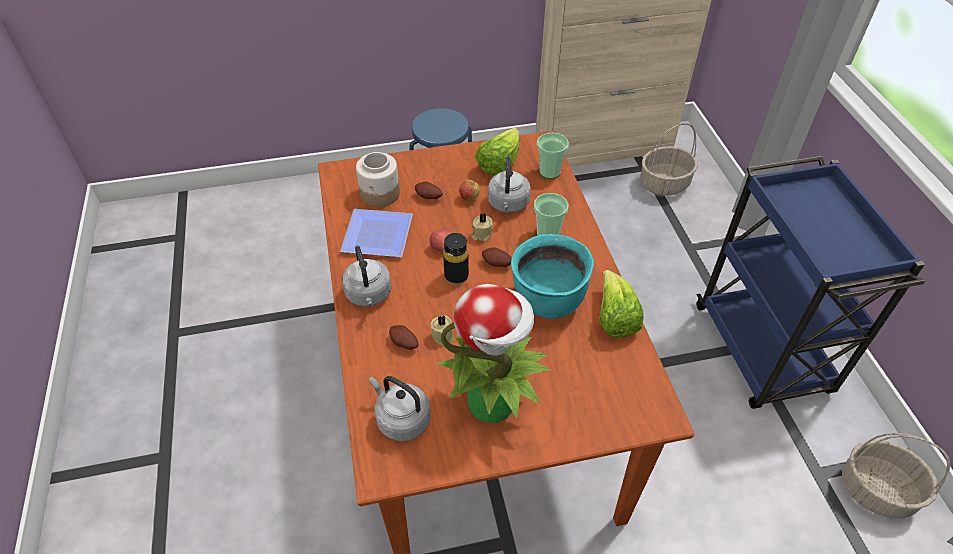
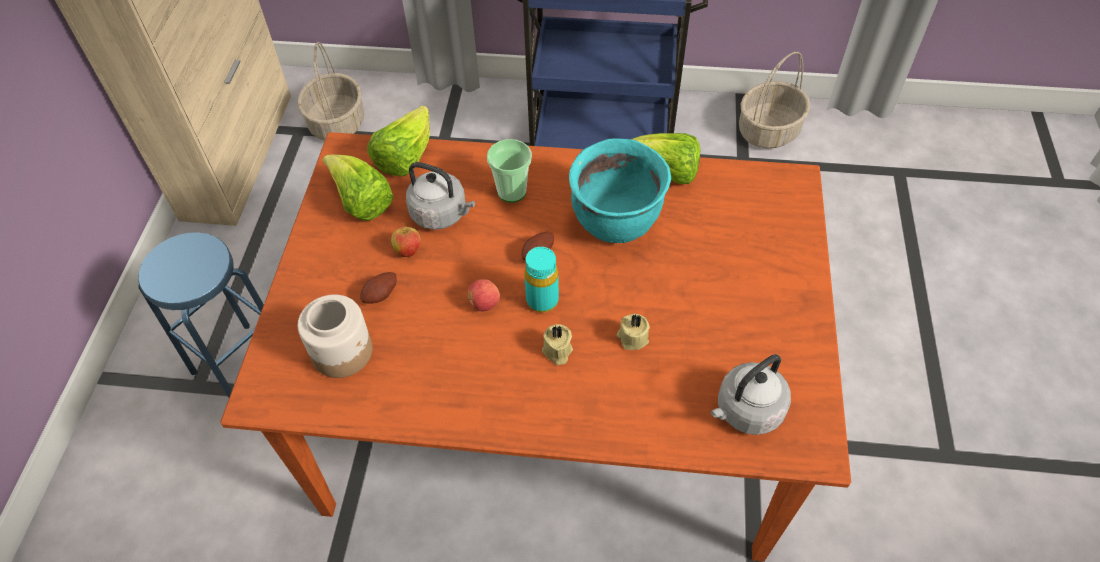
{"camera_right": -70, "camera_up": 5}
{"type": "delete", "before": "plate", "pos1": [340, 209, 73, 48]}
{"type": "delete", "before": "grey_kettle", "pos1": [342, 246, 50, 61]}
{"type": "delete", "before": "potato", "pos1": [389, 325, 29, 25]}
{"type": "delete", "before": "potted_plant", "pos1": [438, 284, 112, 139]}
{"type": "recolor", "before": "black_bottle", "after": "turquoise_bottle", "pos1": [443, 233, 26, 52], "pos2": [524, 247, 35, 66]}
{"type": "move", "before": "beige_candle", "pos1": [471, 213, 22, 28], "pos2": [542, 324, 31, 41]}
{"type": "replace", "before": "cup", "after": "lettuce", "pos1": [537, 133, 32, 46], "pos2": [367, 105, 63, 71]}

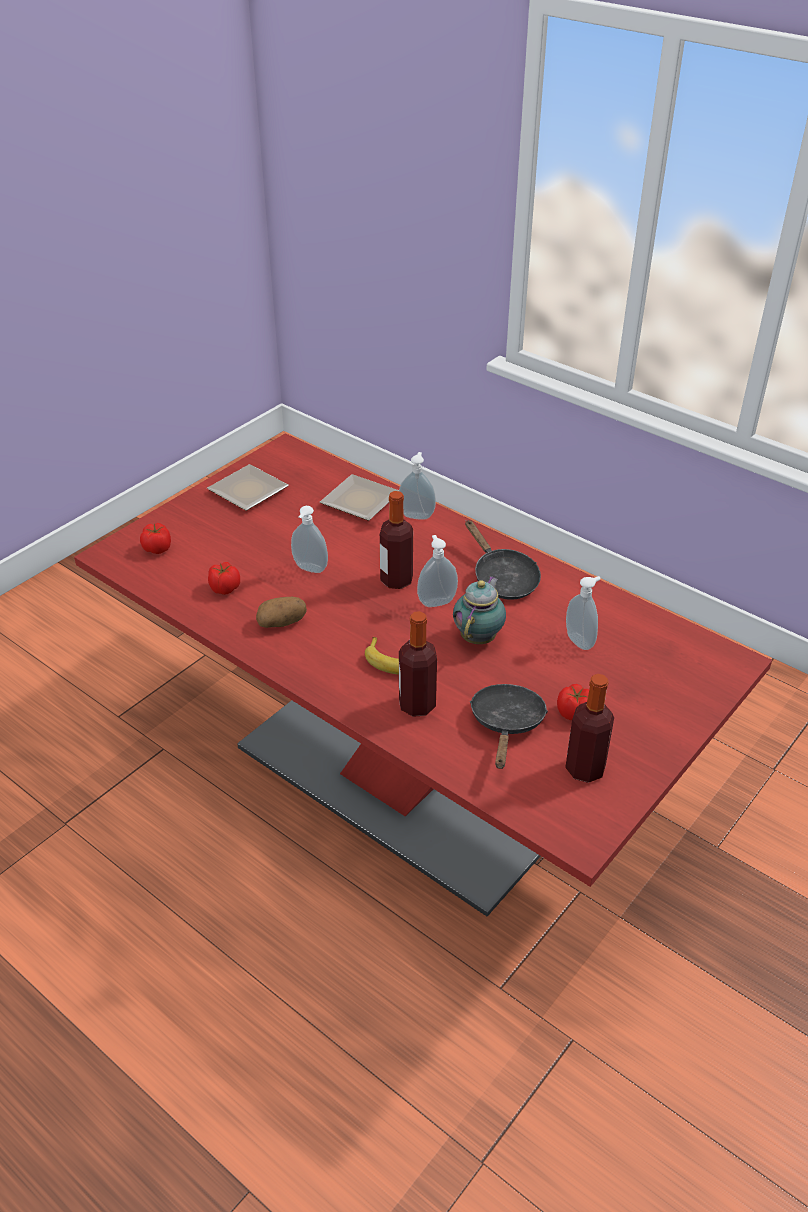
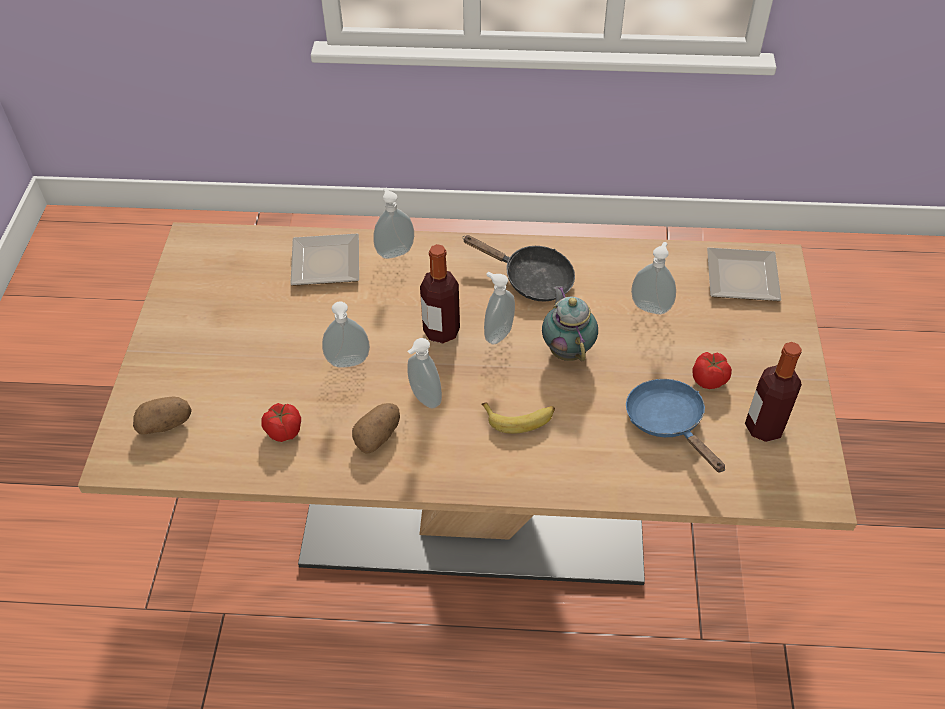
{"camera_right": -35, "camera_up": 10}
{"type": "recolor", "before": "red_dining_table", "after": "beige_dining_table", "pos1": [74, 433, 698, 483], "pos2": [78, 222, 779, 363]}
{"type": "replace", "before": "tomato", "after": "potato", "pos1": [140, 523, 31, 31], "pos2": [133, 397, 59, 37]}
{"type": "move", "before": "plate", "pos1": [207, 464, 82, 47], "pos2": [707, 248, 74, 53]}
{"type": "delete", "before": "bottle", "pos1": [399, 611, 38, 106]}
{"type": "recolor", "before": "black_frying_pan", "after": "blue_frying_pan", "pos1": [470, 684, 78, 85], "pos2": [626, 379, 99, 94]}
{"type": "insert", "after": "soap_dispenser", "pos2": [407, 338, 35, 70]}

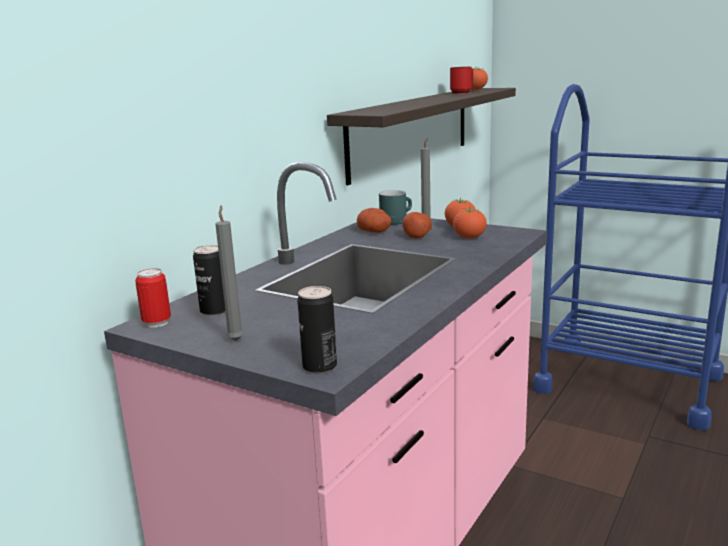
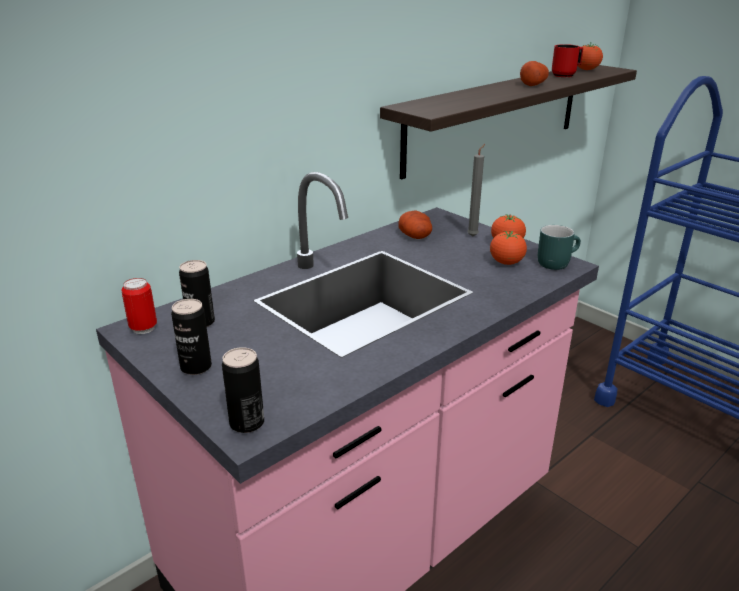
{"camera_right": 15, "camera_up": 10}
{"type": "replace", "before": "grey_candle", "after": "can", "pos1": [215, 205, 29, 136], "pos2": [171, 299, 41, 76]}
{"type": "move", "before": "turquoise_mug", "pos1": [379, 190, 33, 35], "pos2": [538, 225, 43, 45]}
{"type": "move", "before": "potato", "pos1": [402, 212, 30, 27], "pos2": [520, 61, 29, 25]}

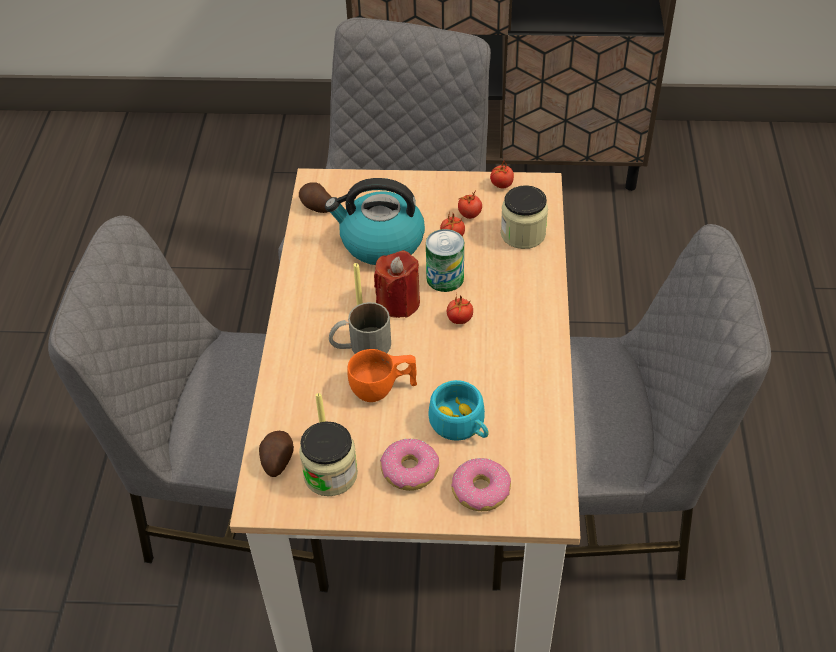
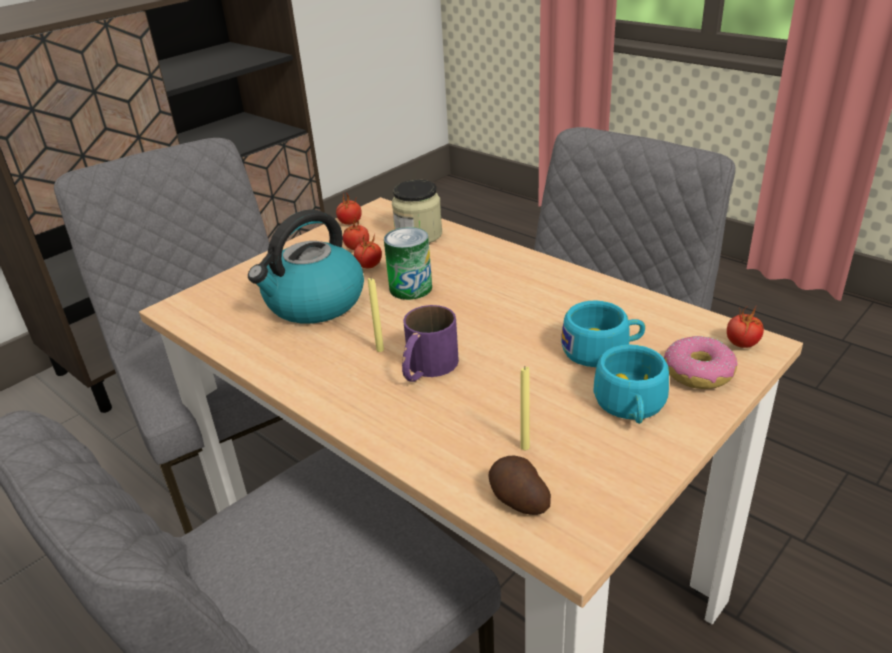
{"camera_right": -50, "camera_up": -15}
{"type": "delete", "before": "potato", "pos1": [299, 182, 33, 31]}
{"type": "delete", "before": "jar", "pos1": [299, 422, 59, 74]}
{"type": "recolor", "before": "grey_mug", "after": "purple_mug", "pos1": [329, 302, 62, 52], "pos2": [402, 305, 57, 77]}
{"type": "delete", "before": "orange_cup", "pos1": [347, 349, 70, 53]}
{"type": "delete", "before": "red_candle", "pos1": [374, 250, 46, 68]}
{"type": "replace", "before": "donut", "after": "turquoise_cup", "pos1": [380, 439, 59, 52], "pos2": [594, 344, 75, 80]}
{"type": "move", "before": "tomato", "pos1": [447, 295, 26, 29], "pos2": [727, 307, 37, 41]}

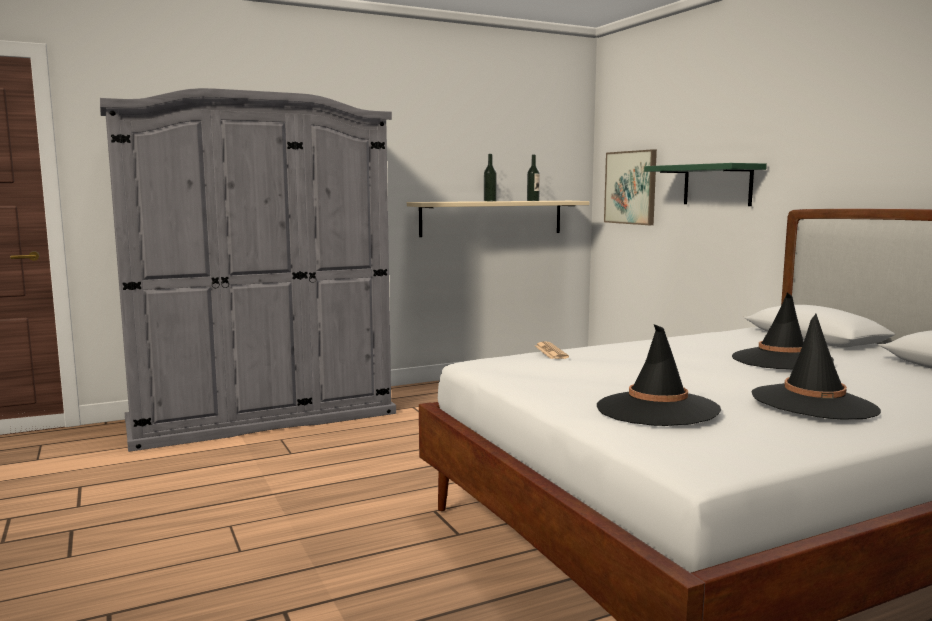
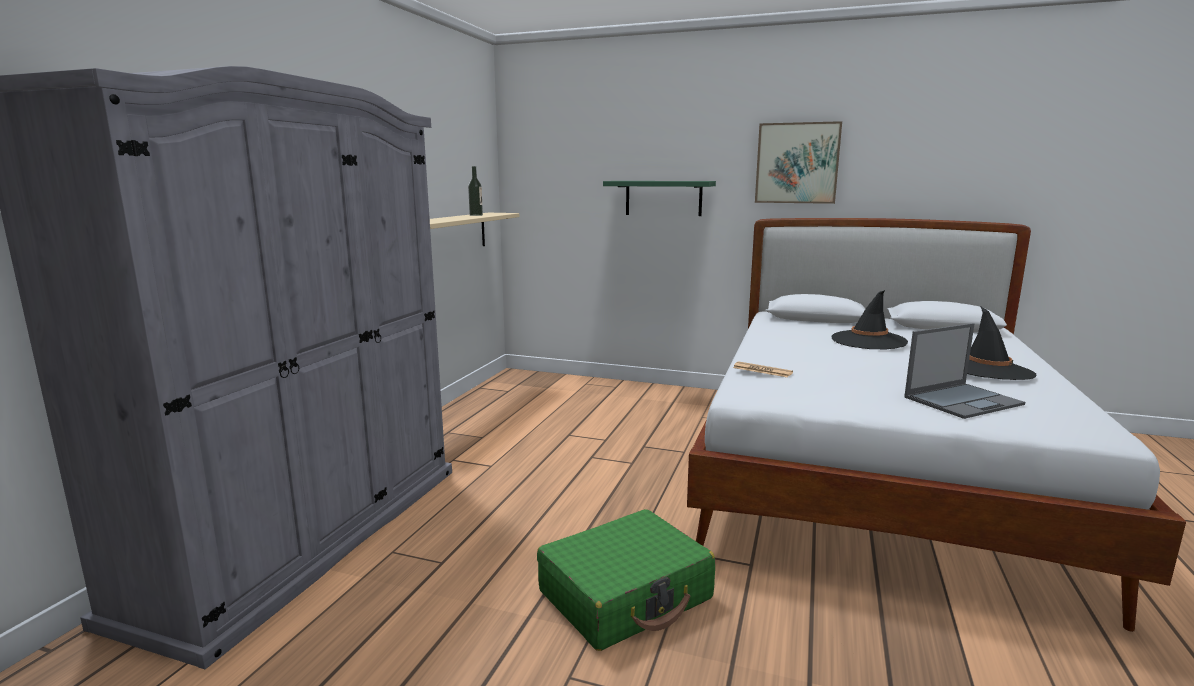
{"camera_right": -45, "camera_up": 5}
{"type": "delete", "before": "bottle", "pos1": [484, 154, 13, 47]}
{"type": "replace", "before": "black_hat", "after": "laptop", "pos1": [597, 324, 124, 102], "pos2": [904, 323, 121, 96]}
{"type": "move", "before": "picture", "pos1": [604, 149, 53, 76], "pos2": [755, 121, 87, 83]}
{"type": "insert", "after": "green_suitcase", "pos2": [537, 509, 178, 142]}

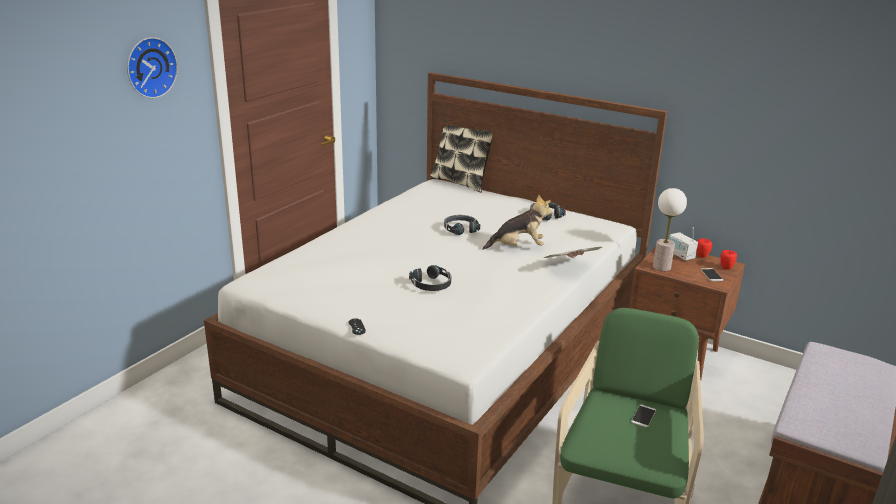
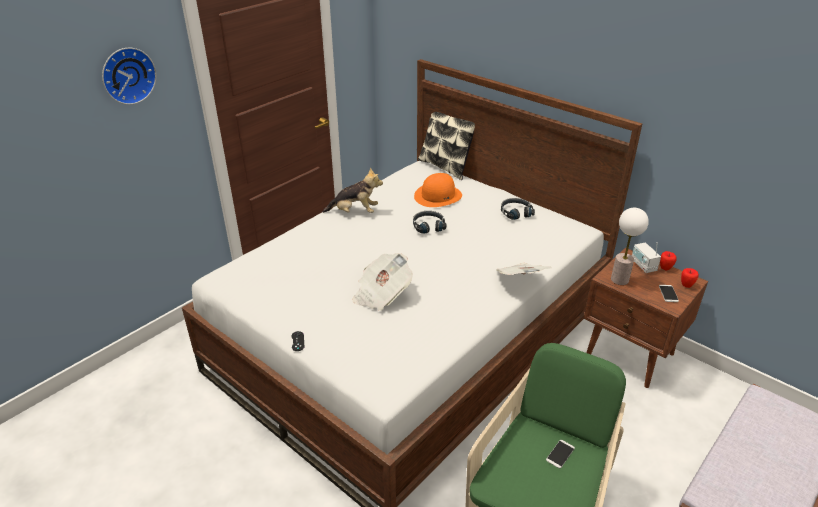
{"camera_right": 10, "camera_up": 10}
{"type": "replace", "before": "black_headphones", "after": "newspaper", "pos1": [409, 265, 42, 26], "pos2": [352, 253, 61, 58]}
{"type": "move", "before": "plush_toy", "pos1": [482, 194, 70, 56], "pos2": [323, 167, 60, 46]}
{"type": "insert", "after": "orange_hat", "pos2": [414, 173, 48, 34]}

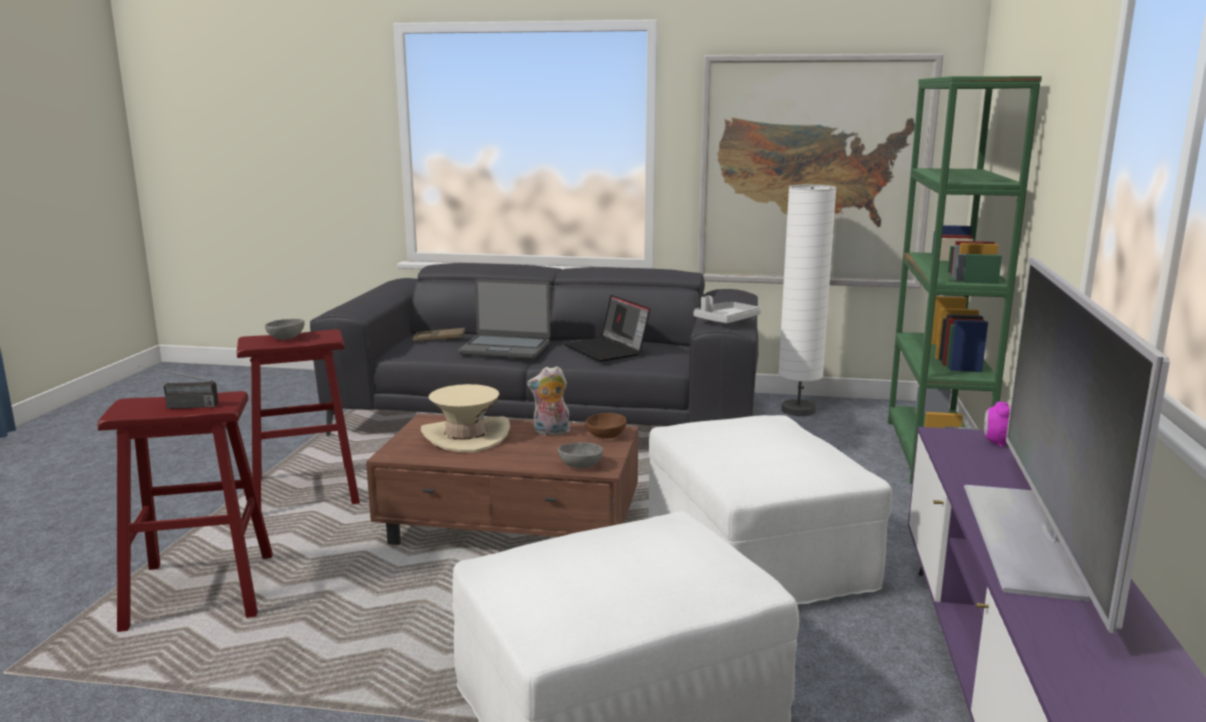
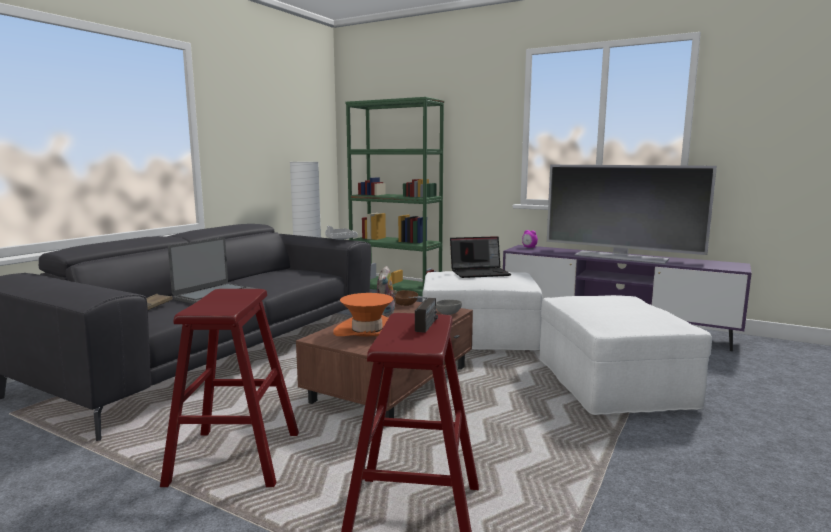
{"camera_right": -70, "camera_up": -5}
{"type": "delete", "before": "grey_bowl", "pos1": [265, 319, 39, 21]}
{"type": "recolor", "before": "beige_hat", "after": "orange_hat", "pos1": [421, 384, 89, 68], "pos2": [333, 293, 61, 43]}
{"type": "move", "before": "laptop", "pos1": [564, 295, 86, 67], "pos2": [450, 236, 61, 42]}
{"type": "delete", "before": "picture", "pos1": [698, 53, 246, 235]}

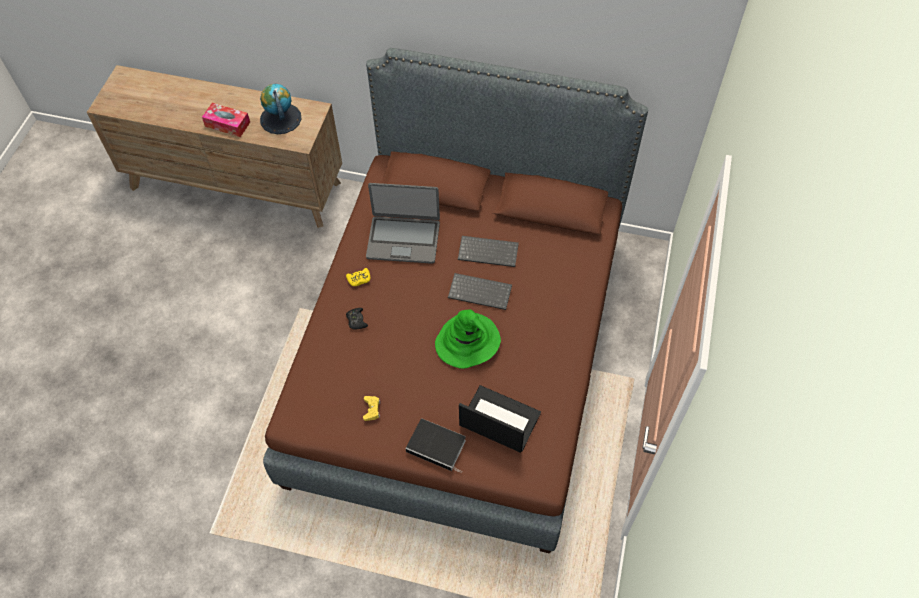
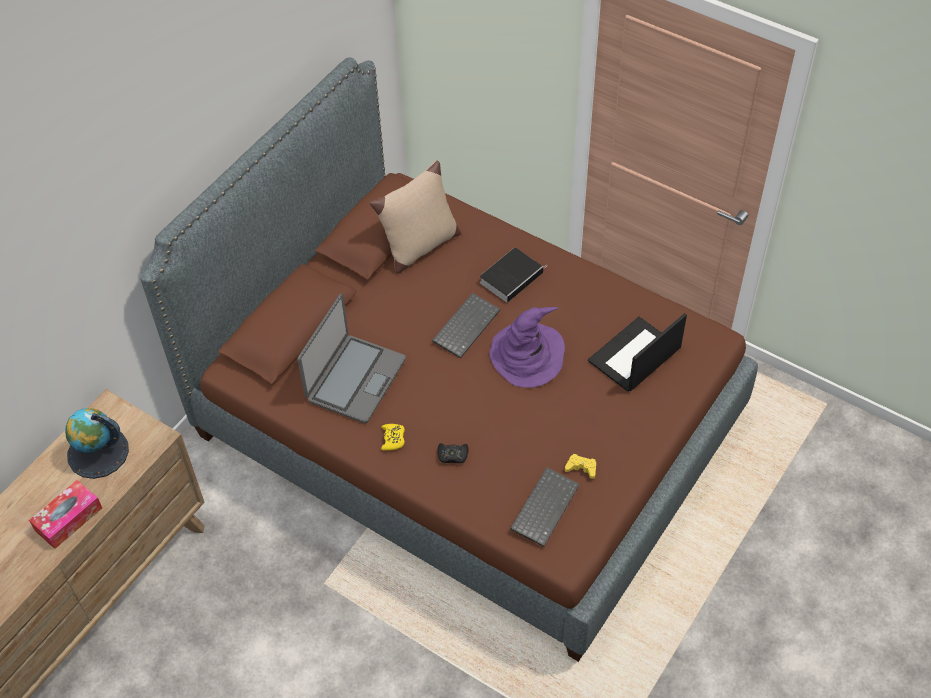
{"camera_right": -70, "camera_up": -5}
{"type": "move", "before": "book", "pos1": [406, 419, 60, 54], "pos2": [480, 247, 67, 56]}
{"type": "recolor", "before": "green_hat", "after": "purple_hat", "pos1": [435, 309, 66, 60], "pos2": [489, 307, 76, 81]}
{"type": "move", "before": "keyboard", "pos1": [458, 236, 61, 31], "pos2": [510, 467, 70, 80]}
{"type": "insert", "after": "beige_pillow", "pos2": [370, 160, 91, 113]}

